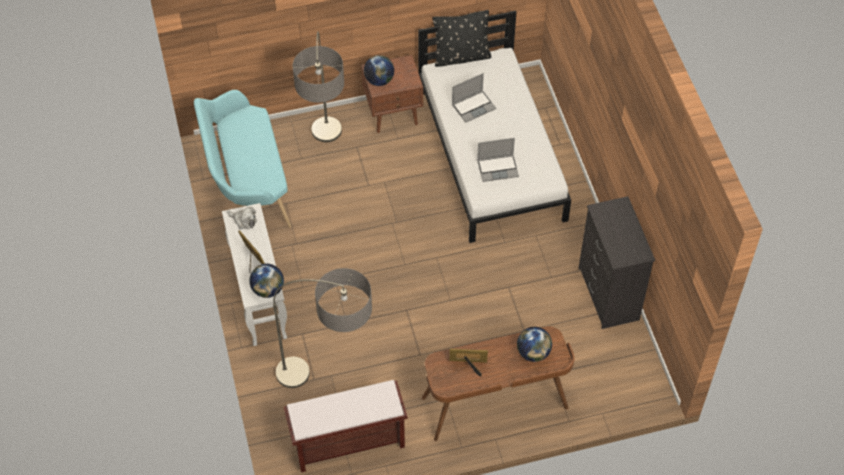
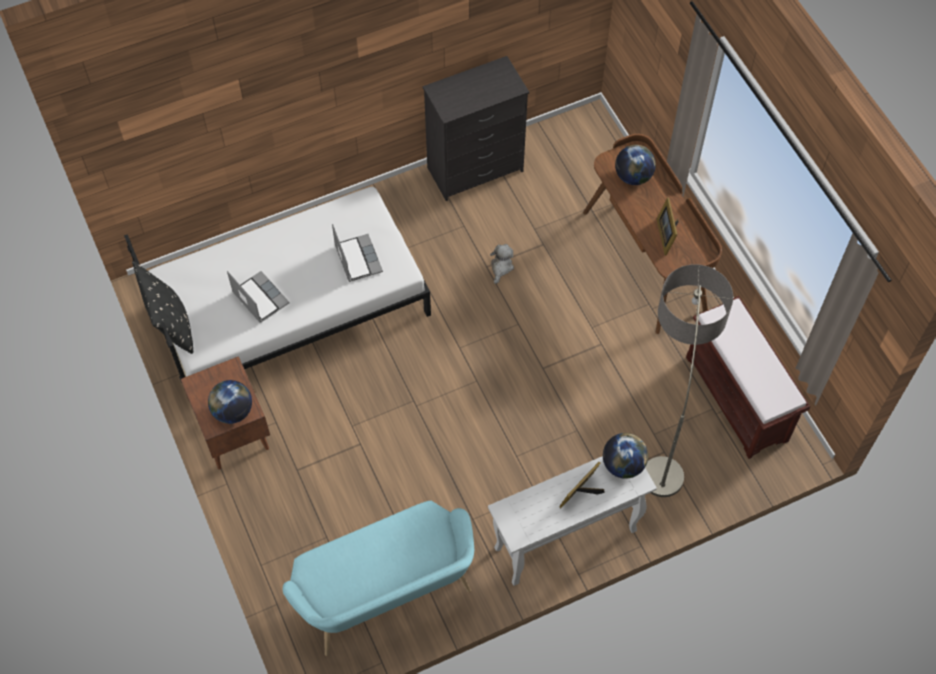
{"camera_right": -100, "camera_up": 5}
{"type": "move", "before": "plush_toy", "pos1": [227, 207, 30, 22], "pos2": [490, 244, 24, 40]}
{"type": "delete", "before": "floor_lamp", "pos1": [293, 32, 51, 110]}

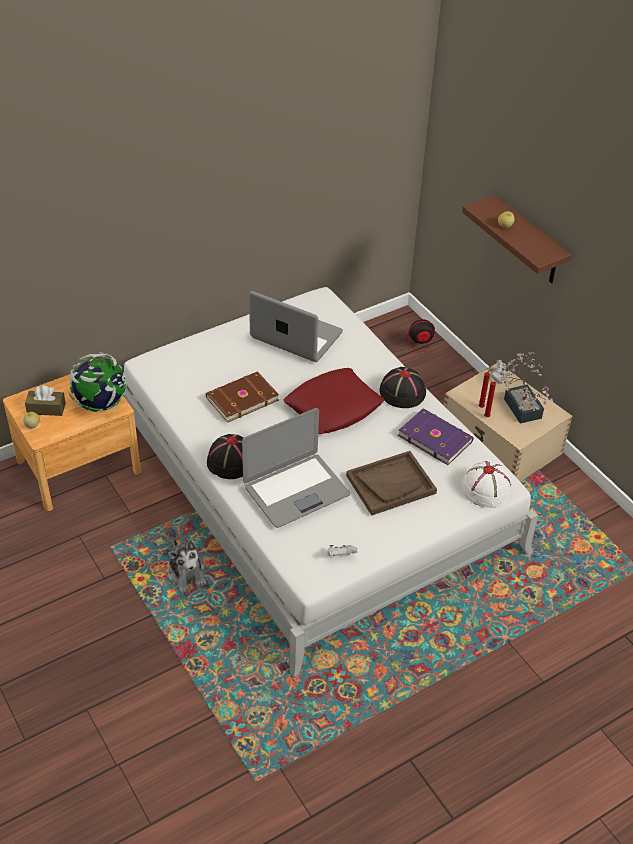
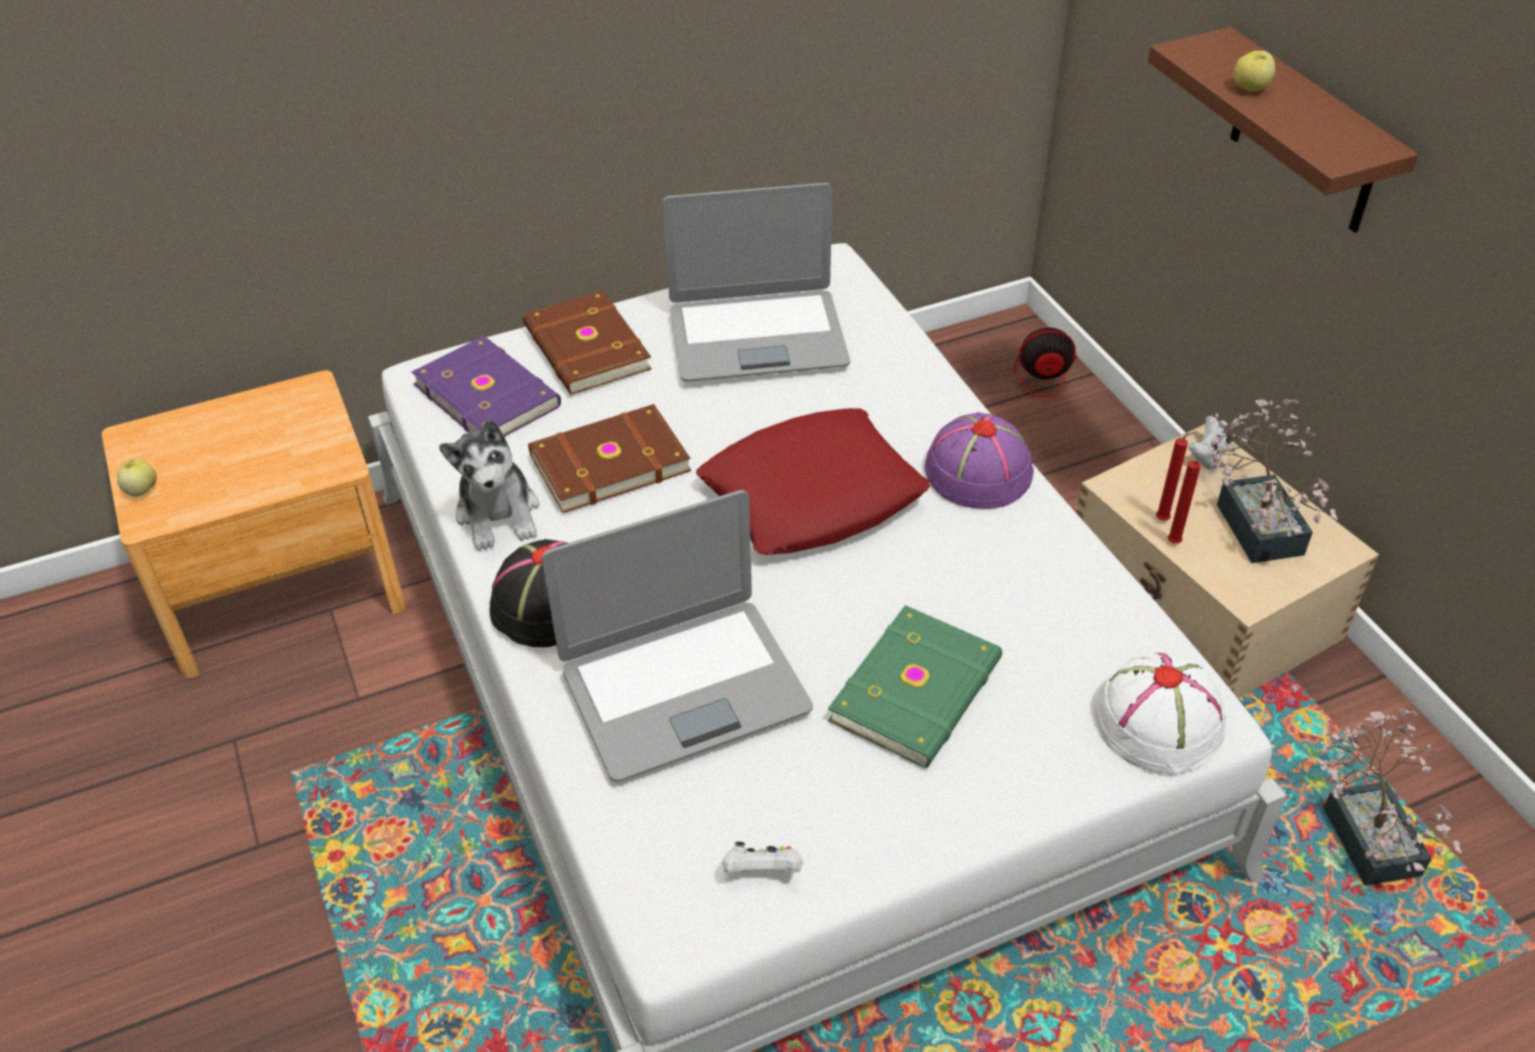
{"camera_right": 10, "camera_up": 0}
{"type": "delete", "before": "brown_tissue_box", "pos1": [25, 386, 41, 30]}
{"type": "delete", "before": "globe", "pos1": [68, 352, 59, 60]}
{"type": "move", "before": "plush_toy", "pos1": [168, 538, 38, 55], "pos2": [439, 419, 100, 132]}
{"type": "rotate", "before": "laptop", "pos1": [249, 291, 94, 71], "pos2": [663, 183, 187, 198], "turn": 135}
{"type": "replace", "before": "brown_tray", "after": "green_book", "pos1": [346, 451, 91, 65], "pos2": [828, 605, 174, 163]}
{"type": "recolor", "before": "black_hat", "after": "purple_hat", "pos1": [379, 367, 47, 41], "pos2": [925, 412, 109, 97]}
{"type": "move", "before": "purple_book", "pos1": [398, 408, 76, 57], "pos2": [411, 336, 150, 101]}
{"type": "insert", "after": "brown_book", "pos2": [523, 290, 129, 105]}
{"type": "insert", "after": "potted_plant", "pos2": [1318, 708, 144, 178]}

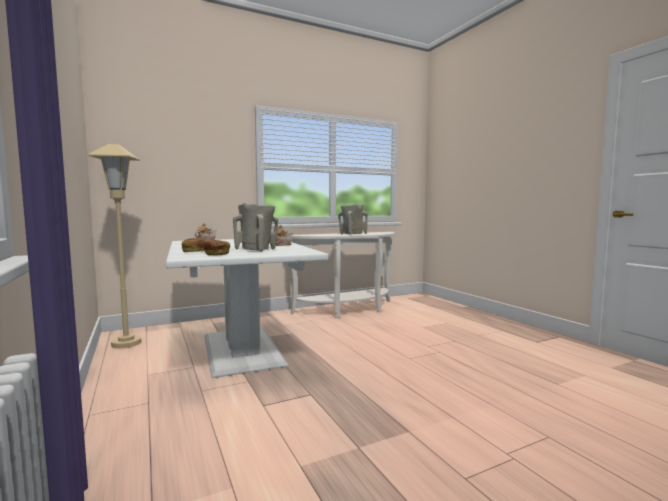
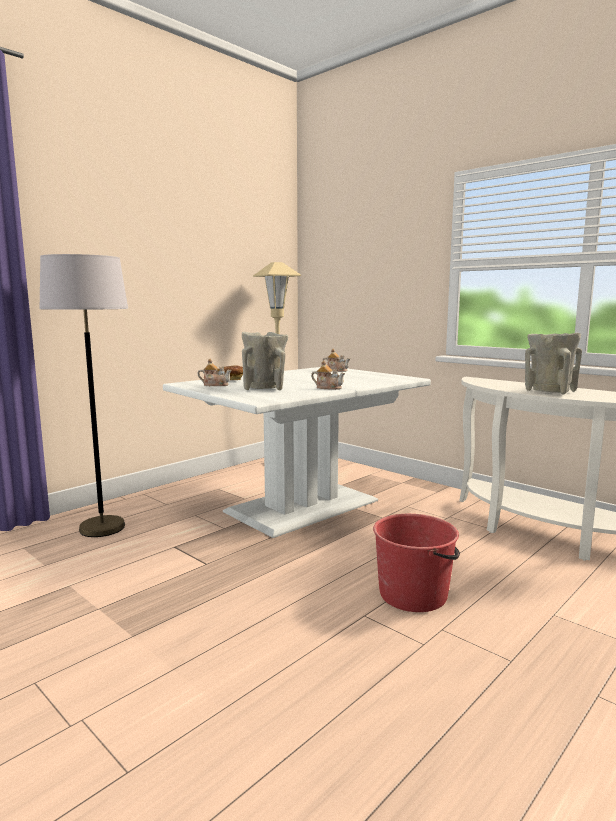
{"camera_right": 70, "camera_up": 5}
{"type": "replace", "before": "bread", "after": "teapot", "pos1": [201, 240, 29, 15], "pos2": [197, 359, 35, 27]}
{"type": "insert", "after": "grey_floor_lamp", "pos2": [39, 254, 89, 283]}
{"type": "insert", "after": "red_bucket", "pos2": [373, 514, 87, 98]}

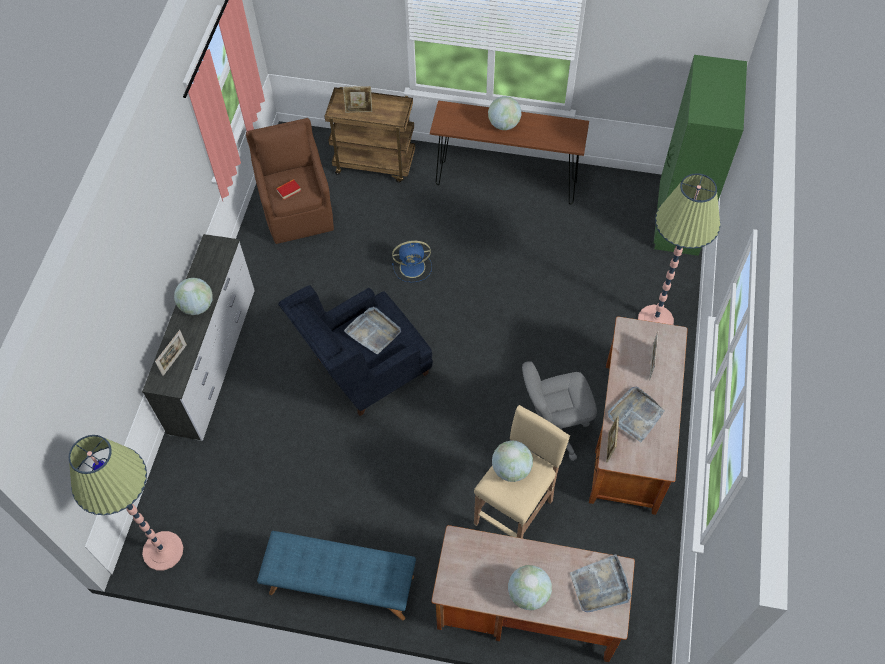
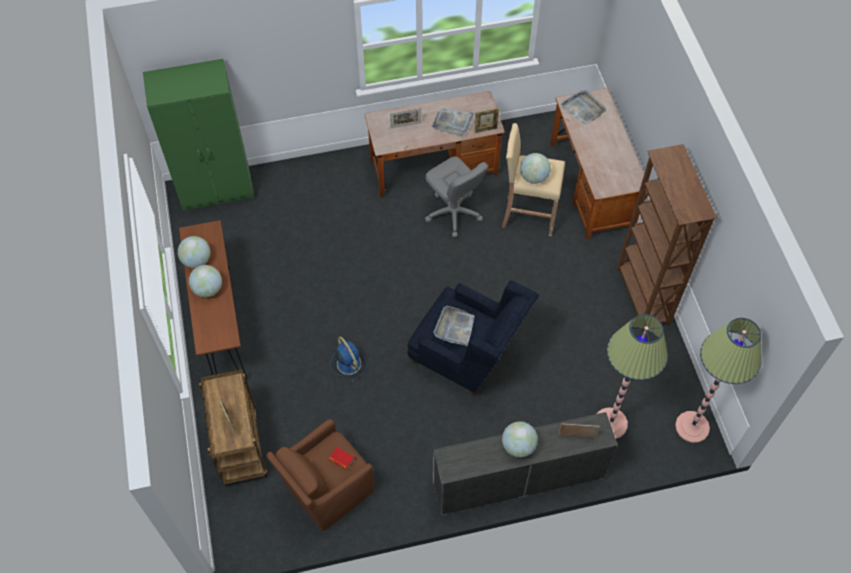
{"camera_right": -115, "camera_up": 0}
{"type": "replace", "before": "blue_bench", "after": "brown_bookcase", "pos1": [257, 531, 159, 89], "pos2": [616, 144, 101, 187]}
{"type": "move", "before": "globe", "pos1": [508, 565, 44, 45], "pos2": [178, 236, 33, 32]}
{"type": "move", "before": "floor_lamp", "pos1": [638, 173, 82, 152], "pos2": [597, 314, 71, 125]}

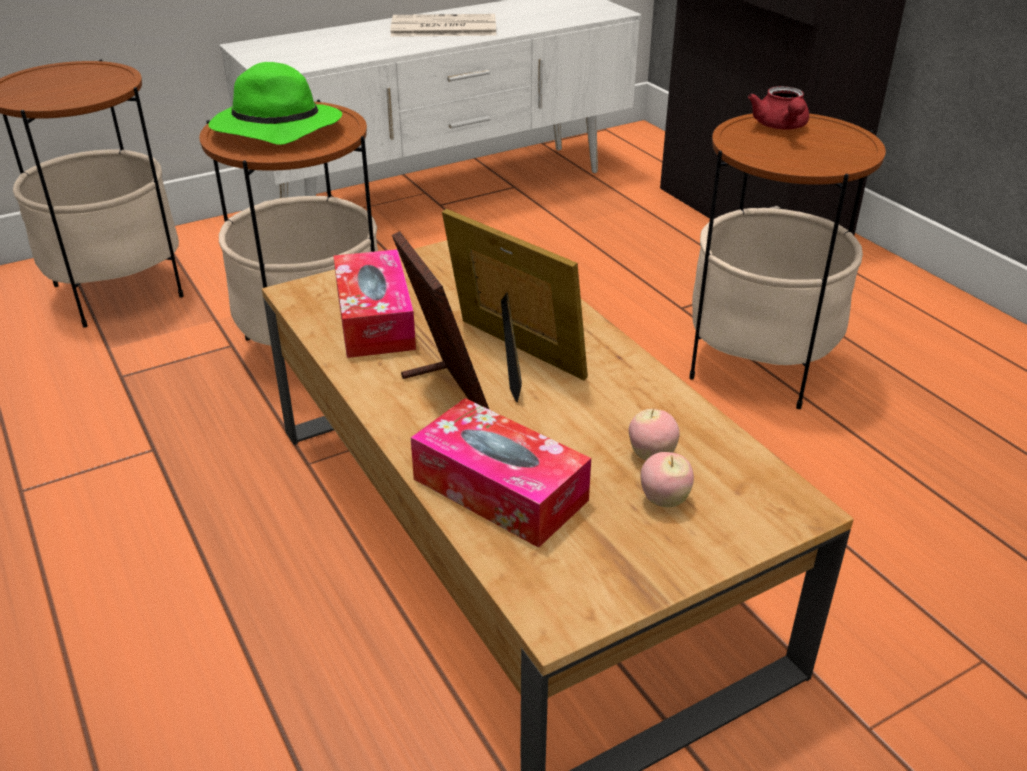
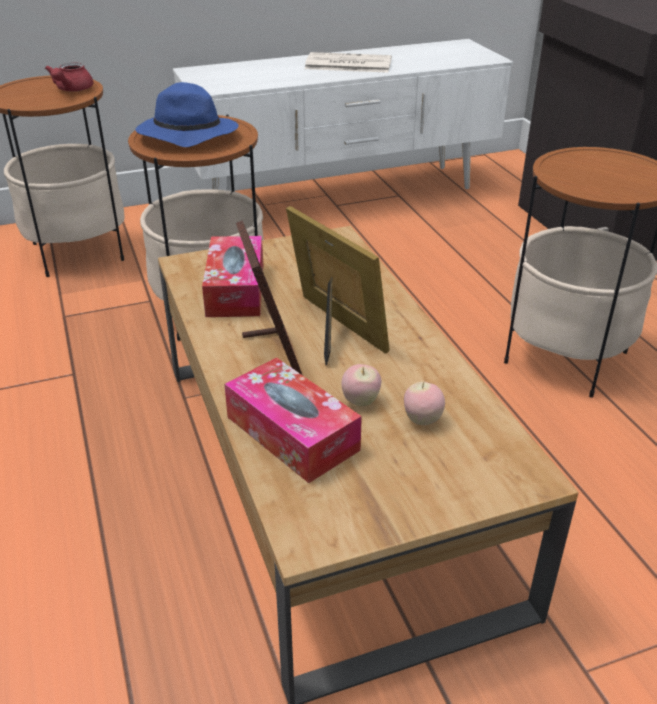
{"camera_right": 10, "camera_up": 0}
{"type": "recolor", "before": "green_hat", "after": "blue_hat", "pos1": [208, 62, 134, 83], "pos2": [135, 82, 104, 65]}
{"type": "move", "before": "apple", "pos1": [641, 452, 53, 55], "pos2": [341, 364, 40, 42]}
{"type": "move", "before": "red_teapot", "pos1": [748, 86, 61, 44], "pos2": [45, 63, 48, 29]}

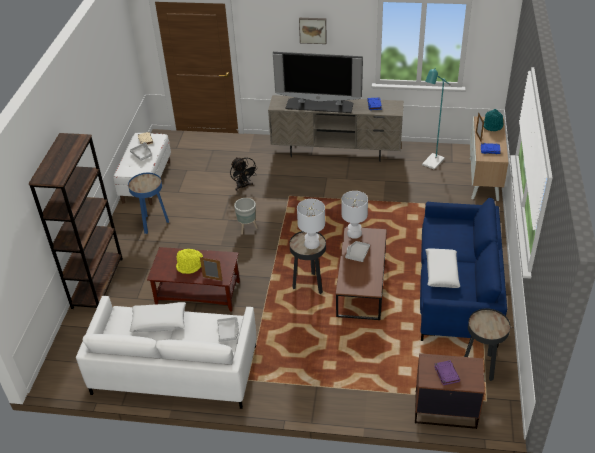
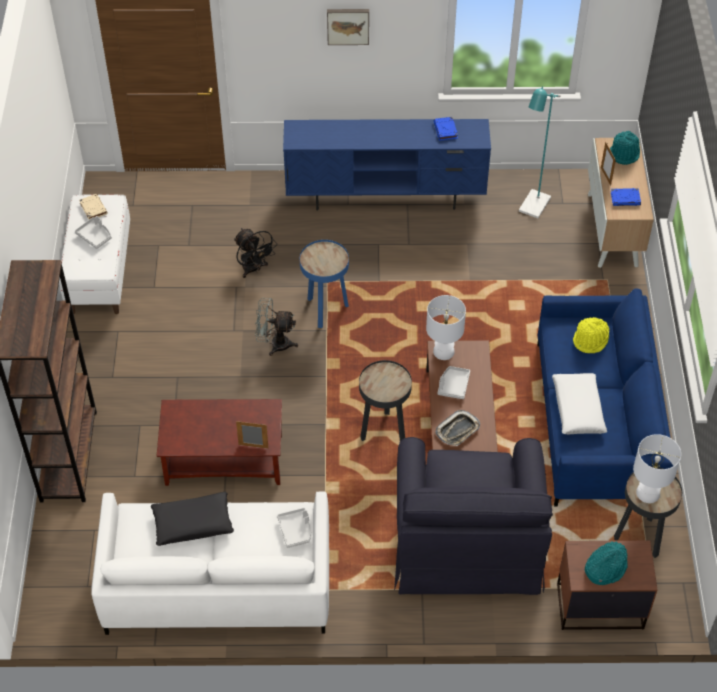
{"camera_right": -10, "camera_up": 10}
{"type": "move", "before": "blue_side_table", "pos1": [128, 173, 41, 61], "pos2": [300, 240, 49, 88]}
{"type": "recolor", "before": "white_pillow", "after": "black_pillow", "pos1": [130, 302, 56, 30], "pos2": [151, 492, 83, 54]}
{"type": "move", "before": "yellow_hat", "pos1": [176, 249, 27, 25], "pos2": [573, 317, 36, 36]}
{"type": "replace", "before": "grey_planter", "after": "grey_fan", "pos1": [234, 198, 23, 36], "pos2": [255, 298, 43, 58]}
{"type": "recolor", "before": "beige_tv_stand", "after": "blue_tv_stand", "pos1": [268, 95, 136, 67], "pos2": [283, 119, 208, 92]}
{"type": "delete", "before": "television", "pos1": [273, 52, 90, 61]}
{"type": "move", "before": "white_table_lamp", "pos1": [297, 199, 28, 50], "pos2": [633, 434, 48, 69]}
{"type": "replace", "before": "purple_book", "after": "turquoise_hat", "pos1": [434, 360, 26, 25], "pos2": [585, 541, 43, 44]}
{"type": "insert", "after": "black_armchair", "pos2": [394, 437, 159, 158]}
{"type": "insert", "after": "tray", "pos2": [435, 410, 45, 36]}

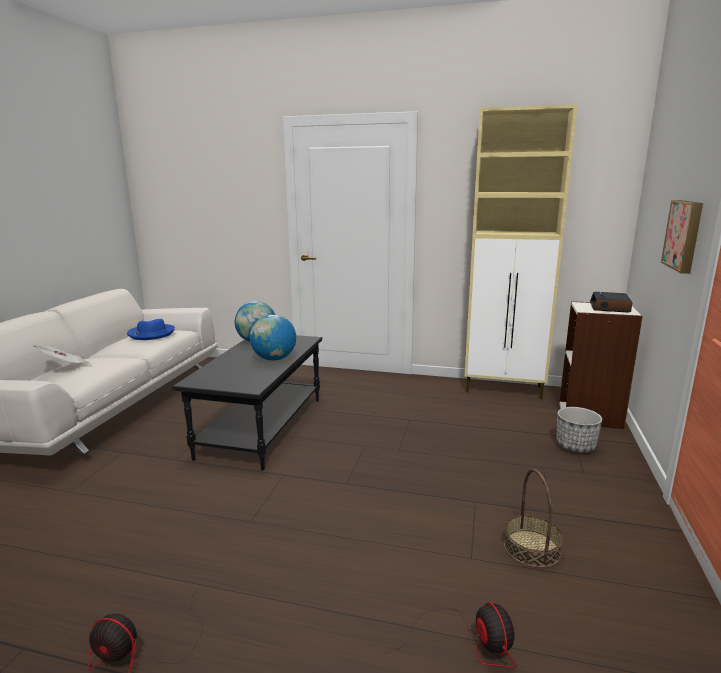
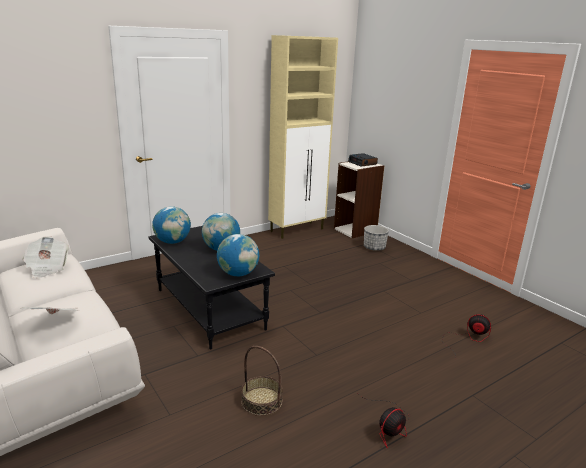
{"camera_right": -50, "camera_up": 5}
{"type": "replace", "before": "blue_hat", "after": "newspaper", "pos1": [127, 319, 48, 21], "pos2": [22, 236, 47, 42]}
{"type": "move", "before": "basket", "pos1": [504, 469, 59, 99], "pos2": [241, 346, 42, 70]}
{"type": "delete", "before": "picture", "pos1": [661, 200, 42, 74]}
{"type": "insert", "after": "globe", "pos2": [217, 234, 42, 42]}

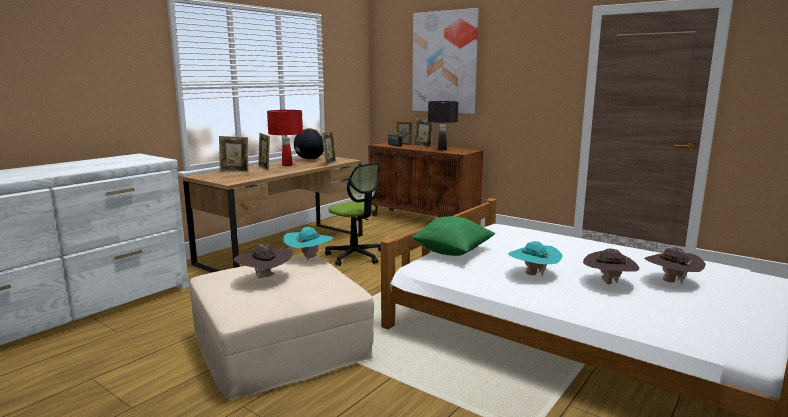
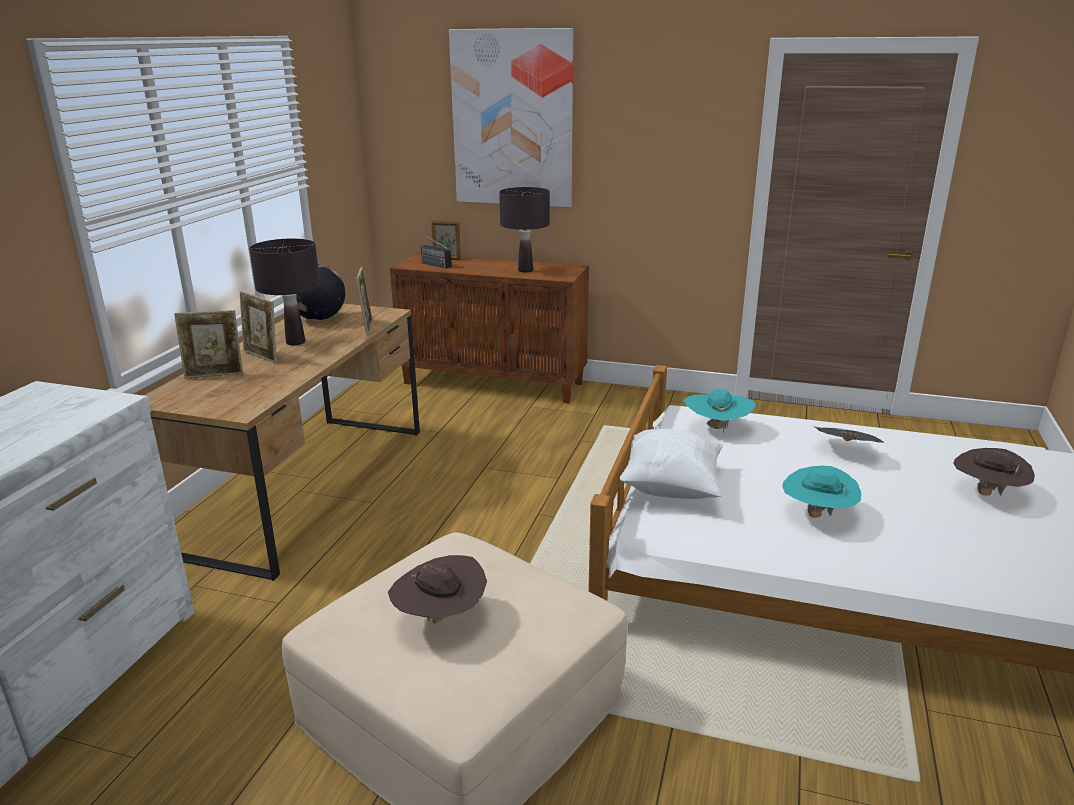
{"camera_right": -20, "camera_up": 10}
{"type": "recolor", "before": "red_table_lamp", "after": "black_table_lamp", "pos1": [267, 110, 36, 56], "pos2": [249, 239, 71, 106]}
{"type": "move", "before": "turquoise_hat", "pos1": [283, 227, 50, 34], "pos2": [683, 389, 73, 44]}
{"type": "delete", "before": "office_chair", "pos1": [325, 162, 56, 104]}
{"type": "recolor", "before": "green_pillow", "after": "white_pillow", "pos1": [412, 216, 83, 40], "pos2": [620, 429, 103, 70]}
{"type": "delete", "before": "picture_frame", "pos1": [413, 118, 21, 30]}
{"type": "delete", "before": "brown_hat", "pos1": [583, 249, 56, 35]}
{"type": "insert", "after": "newspaper", "pos2": [813, 426, 71, 17]}

